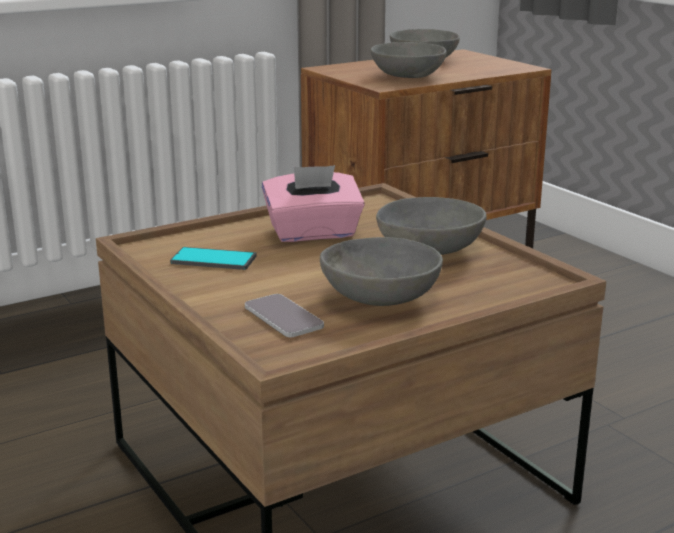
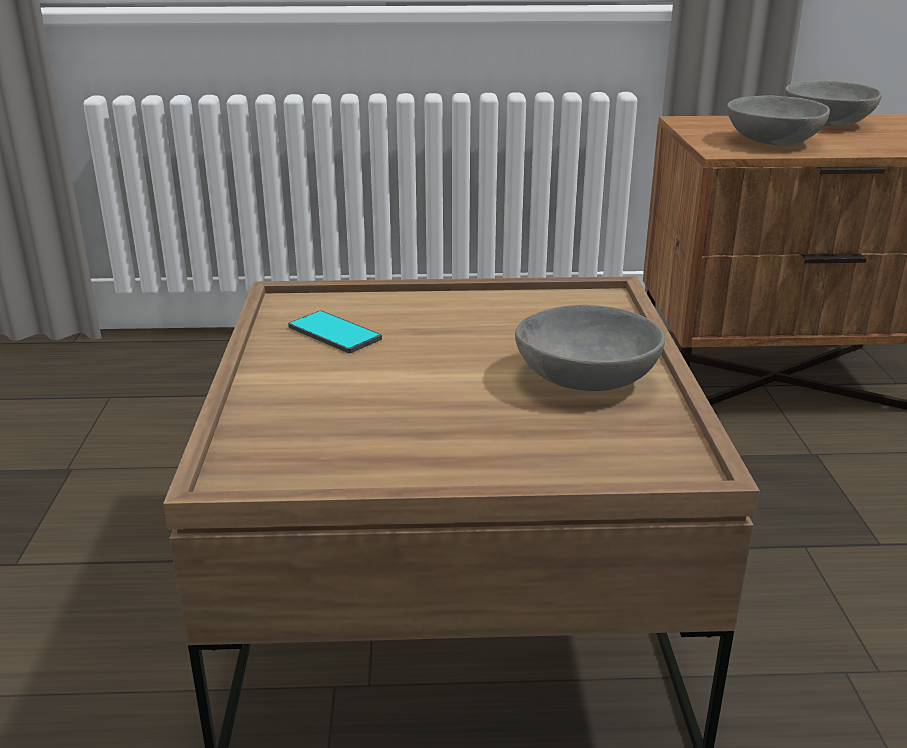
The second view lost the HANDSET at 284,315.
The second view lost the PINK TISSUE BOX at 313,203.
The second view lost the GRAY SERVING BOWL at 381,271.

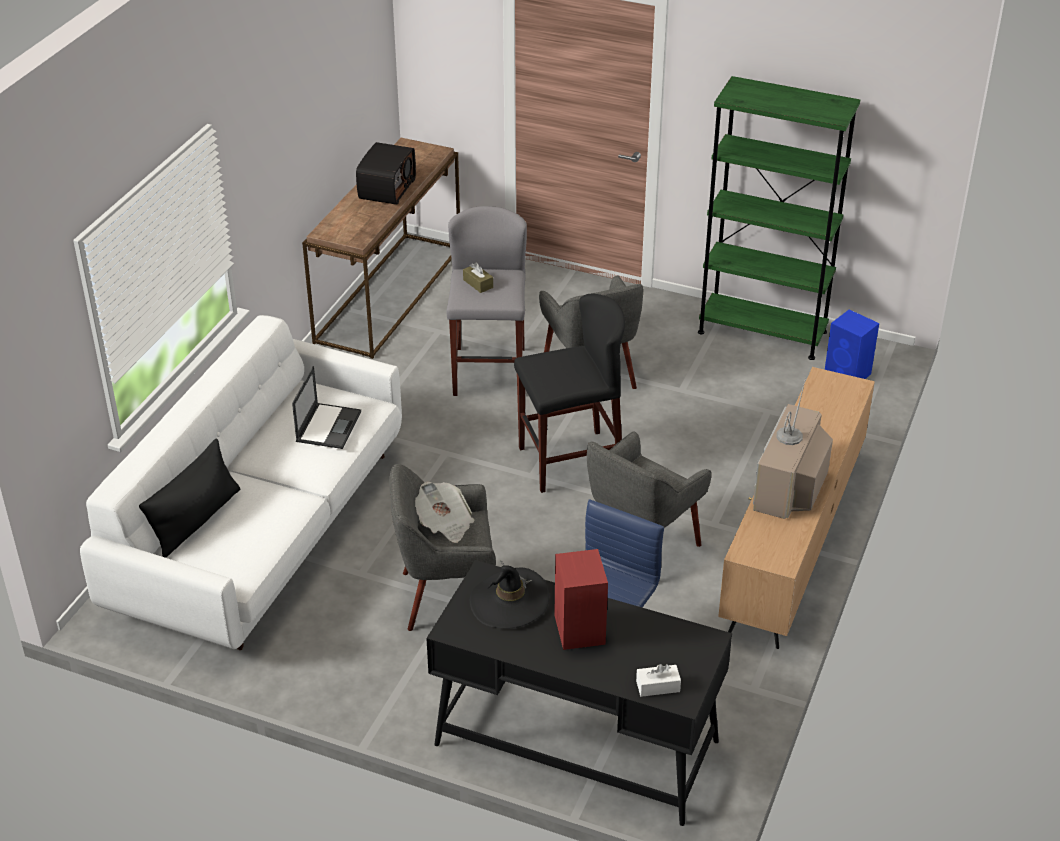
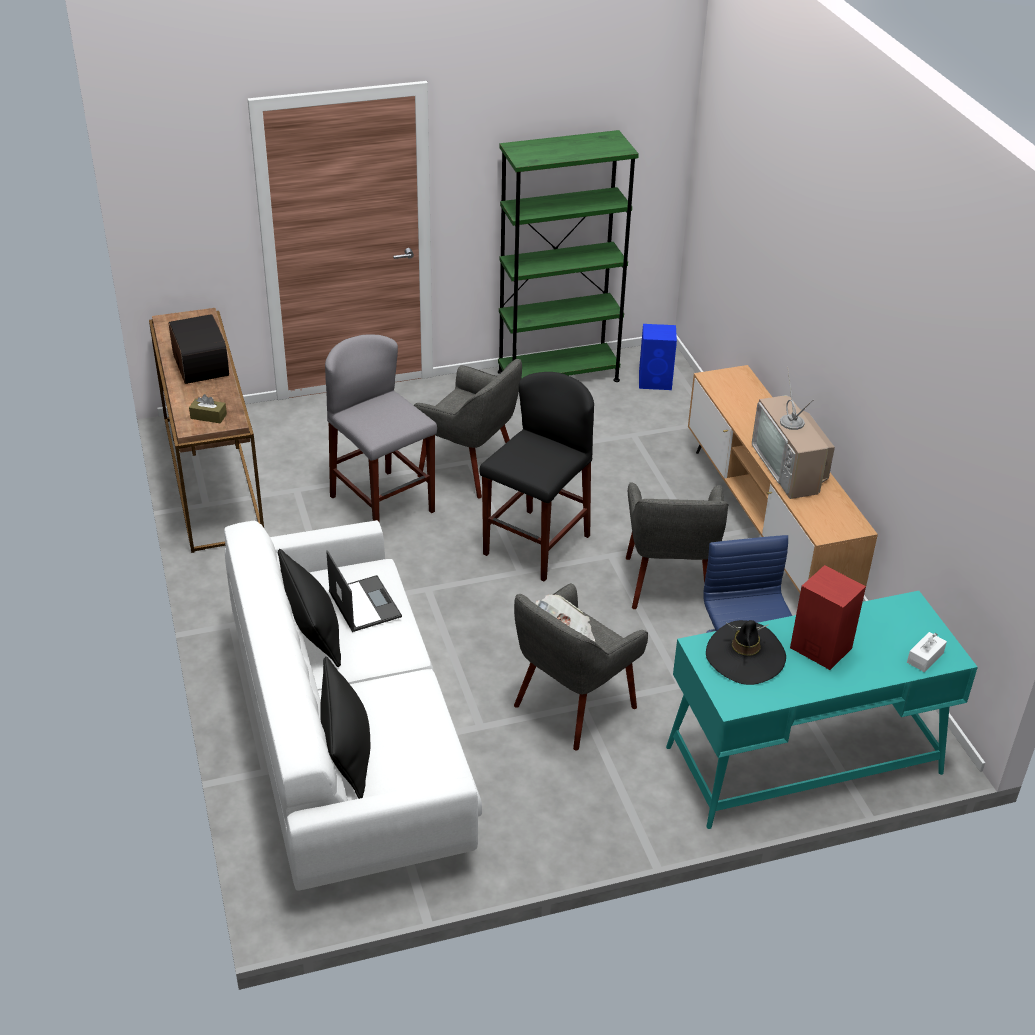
What was the BLACKISH DESK at 579,693 turned into the TURQUOISE-COLOURED DESK at 822,710.
The BROWN TISSUE BOX ended up elsewhere, having gone from 478,278 to 208,408.
The second view gained the BLACKISH THROW PILLOW at 309,608.

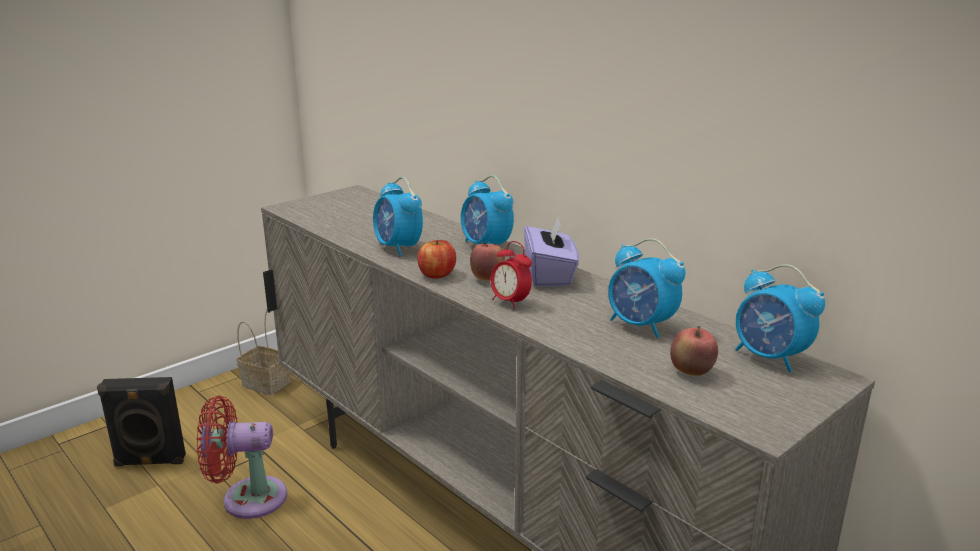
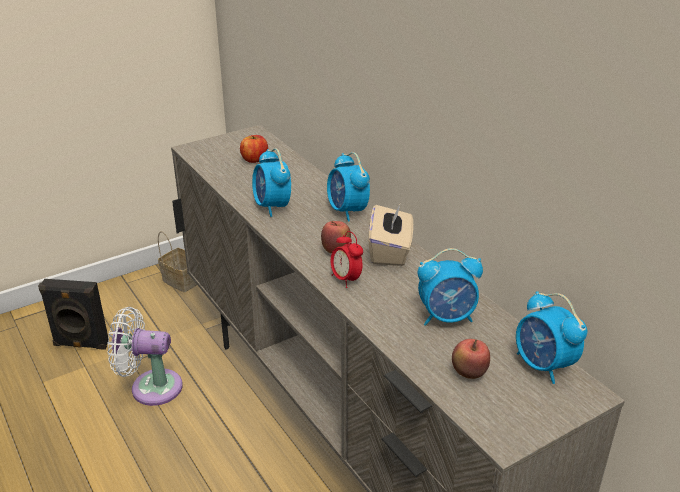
What was the RED-COLOURED COOLING FAN at 242,457 turned into the WHITE COOLING FAN at 145,356.
The APPLE ended up elsewhere, having gone from 437,259 to 254,149.
What was the PURPLISH TISSUE BOX at 551,251 turned into the BEIGE TISSUE BOX at 390,235.
The ALARM CLOCK at 647,288 ended up facing another way, 60 degrees counterclockwise from before.

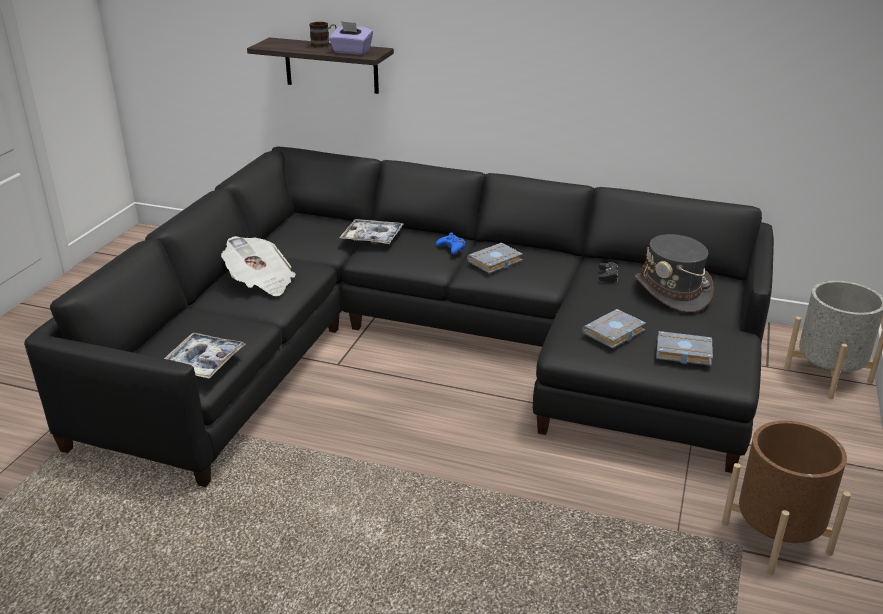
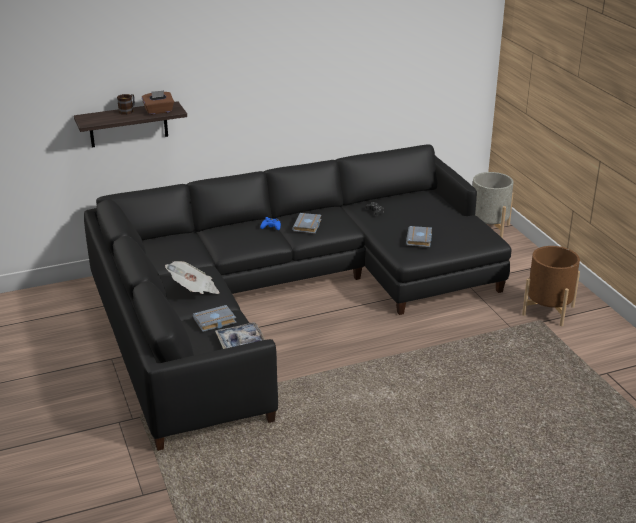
What was the PURPLISH TISSUE BOX at 351,38 turned into the BROWN TISSUE BOX at 158,102.
The second view lost the CARRYING TRAY at 371,231.
The second view lost the GRAY WEARABLE HAT at 674,273.
The GRAY BOUND BOOK ended up elsewhere, having gone from 684,348 to 214,318.

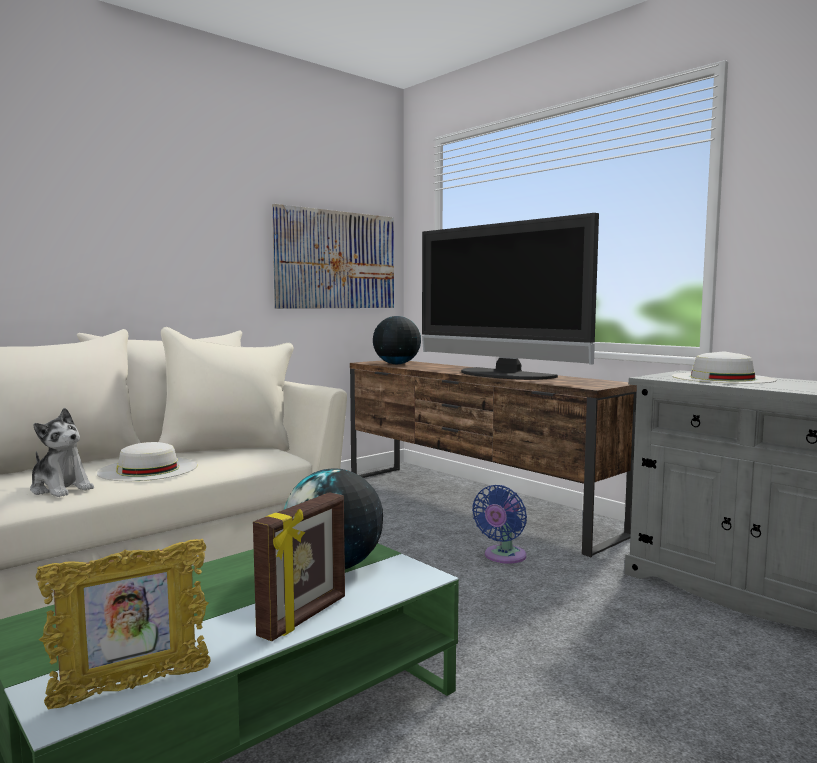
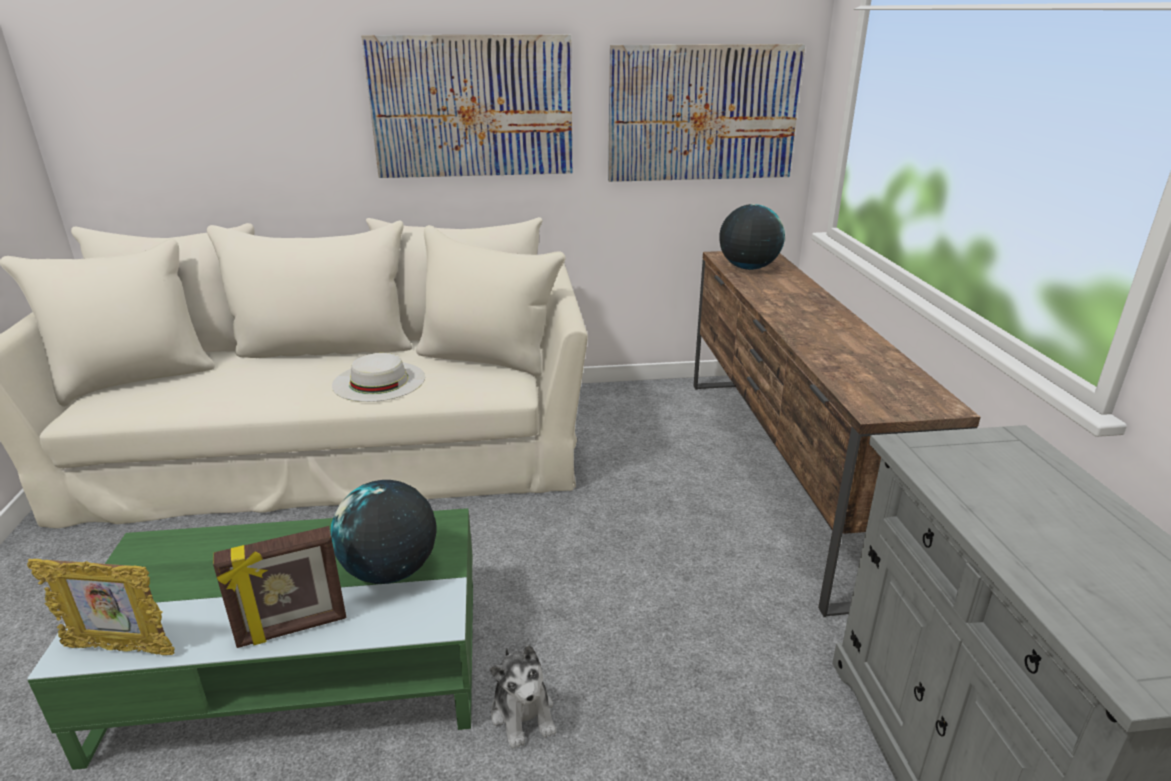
The CUDDLY TOY ended up elsewhere, having gone from 62,452 to 523,697.
The second view lost the TV at 510,296.
The second view lost the BLUE COOLING FAN at 499,524.
The second view lost the WHITE WEARABLE HAT at 724,367.
The second view gained the WALL ART at 466,106.

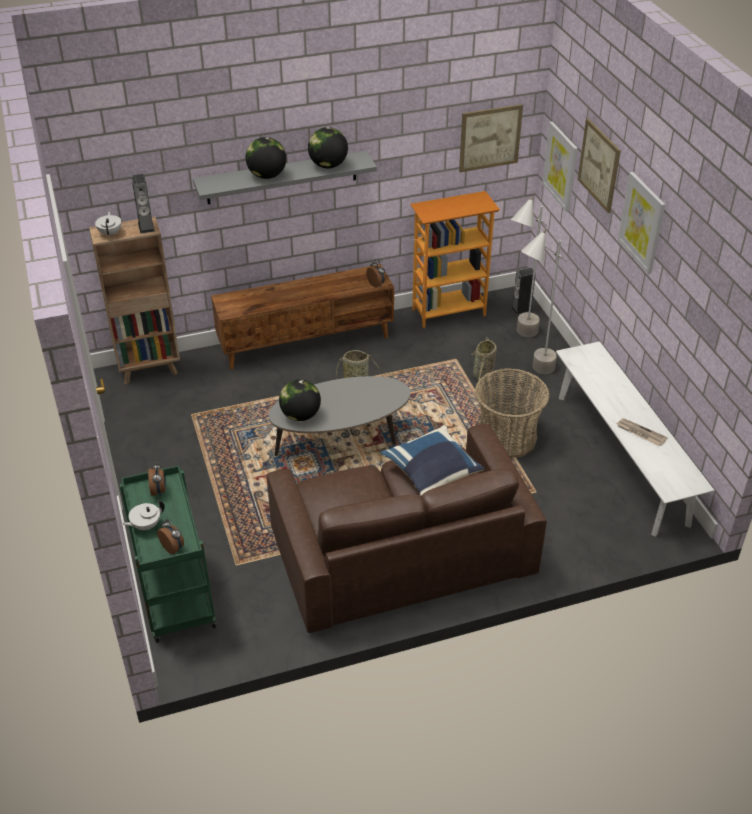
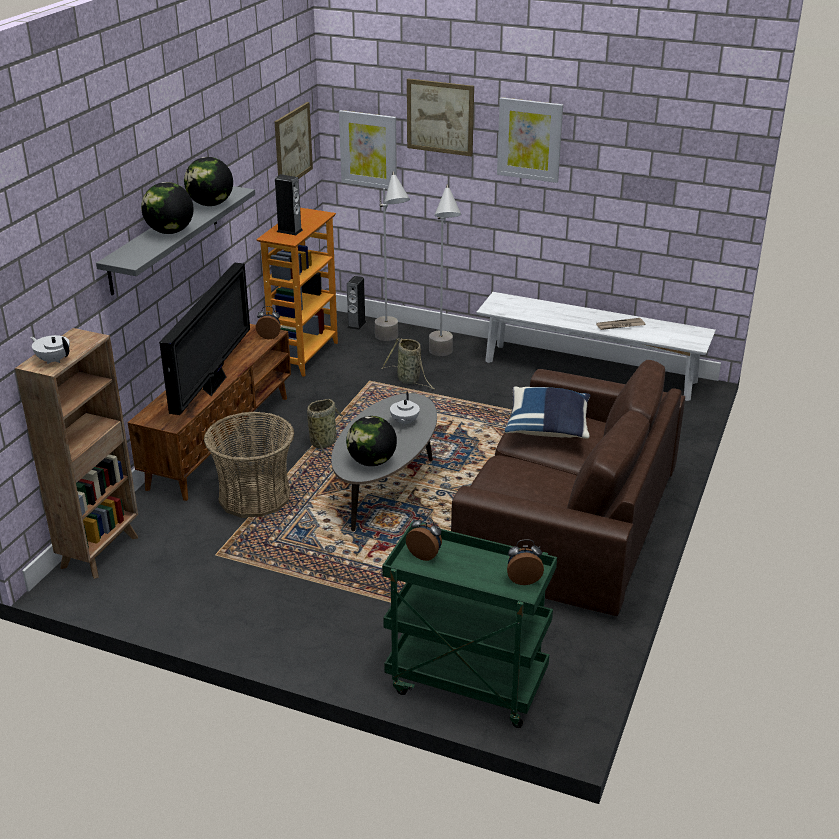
The WHITE TEA POT ended up elsewhere, having gone from 143,515 to 405,409.
The LOUDSPEAKER ended up elsewhere, having gone from 143,204 to 289,204.
The BASKET ended up elsewhere, having gone from 512,413 to 249,464.
The second view gained the TV at 204,339.

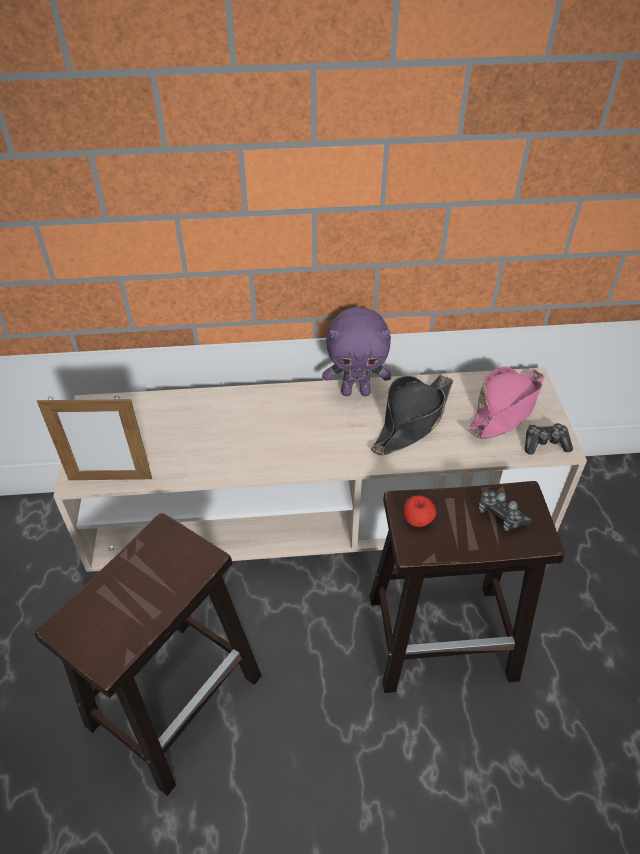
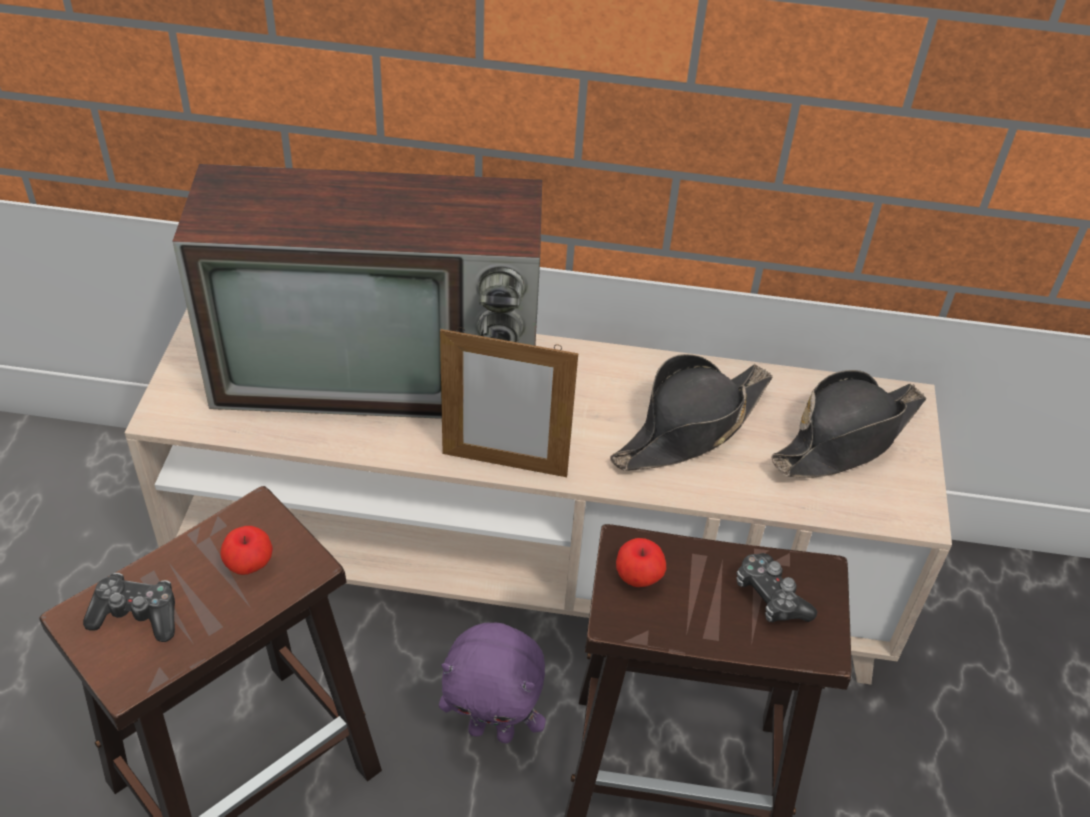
The PICTURE FRAME ended up elsewhere, having gone from 94,438 to 509,402.
The PURPLISH CUDDLY TOY ended up elsewhere, having gone from 356,351 to 492,683.
What was the PINK WEARABLE HAT at 506,403 turned into the BLACKISH WEARABLE HAT at 848,424.
The JOYPAD ended up elsewhere, having gone from 549,438 to 129,607.
The second view gained the TV at 357,291.
The second view gained the APPLE at 246,550.

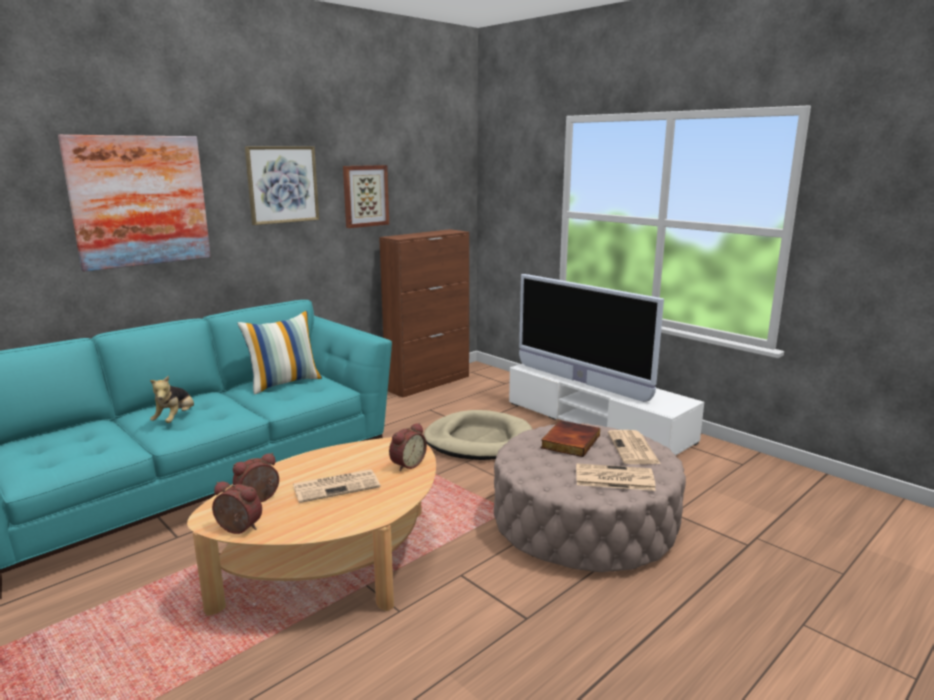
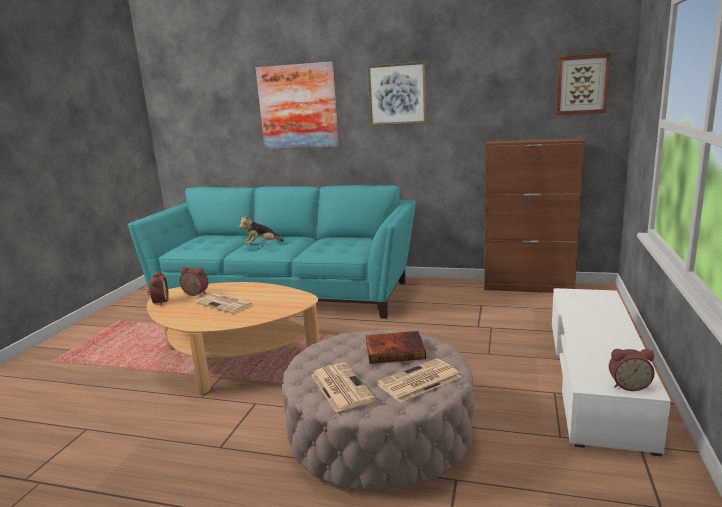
The second view lost the THROW PILLOW at 279,353.
The WALL ART ended up elsewhere, having gone from 366,196 to 583,84.
The ALARM CLOCK ended up elsewhere, having gone from 408,447 to 632,370.
The second view lost the BEIGE PET BED at 478,435.
The second view lost the TV at 591,338.

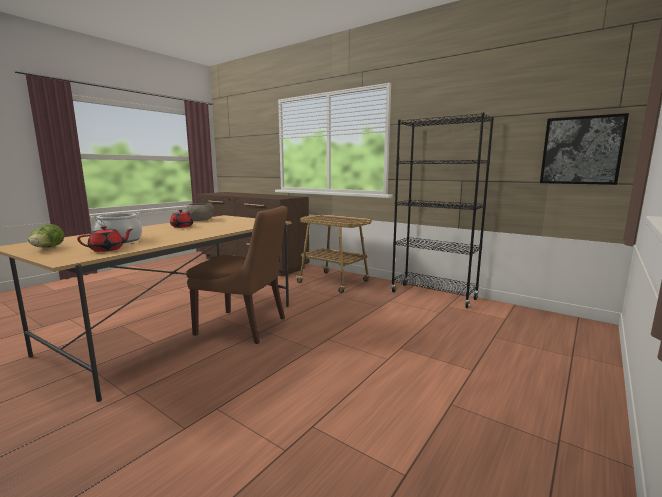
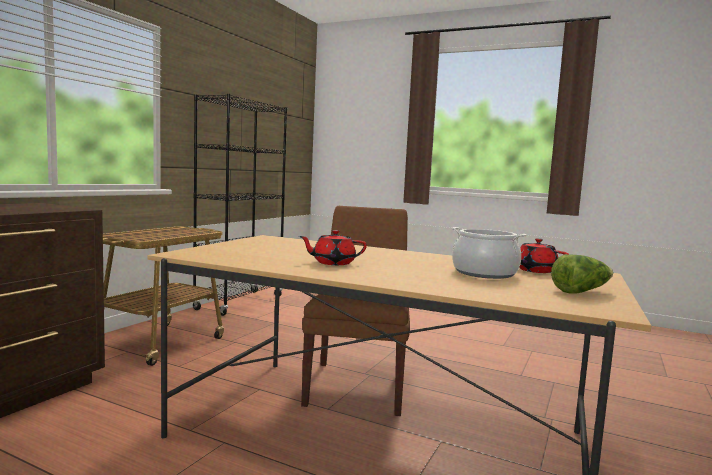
The second view lost the GRAY SERVING BOWL at 199,212.
The second view lost the WALL ART at 584,149.

